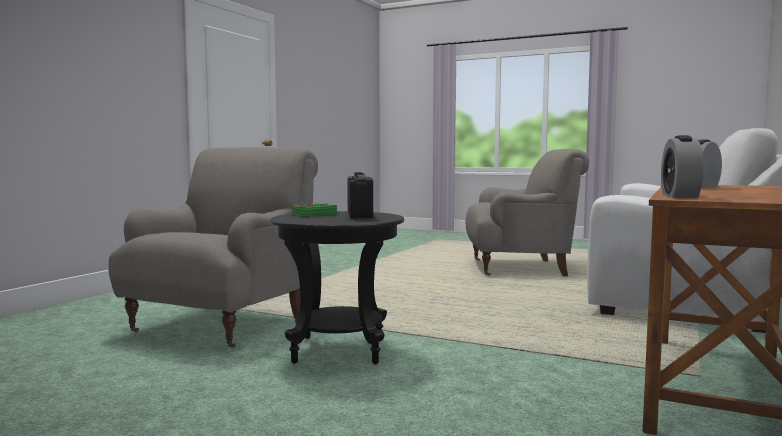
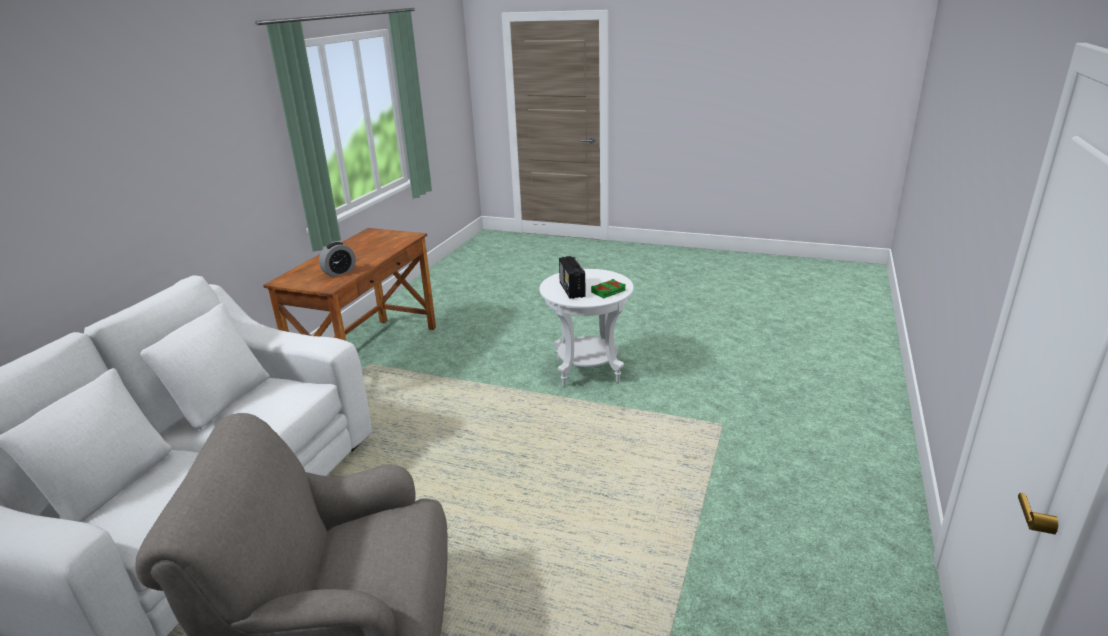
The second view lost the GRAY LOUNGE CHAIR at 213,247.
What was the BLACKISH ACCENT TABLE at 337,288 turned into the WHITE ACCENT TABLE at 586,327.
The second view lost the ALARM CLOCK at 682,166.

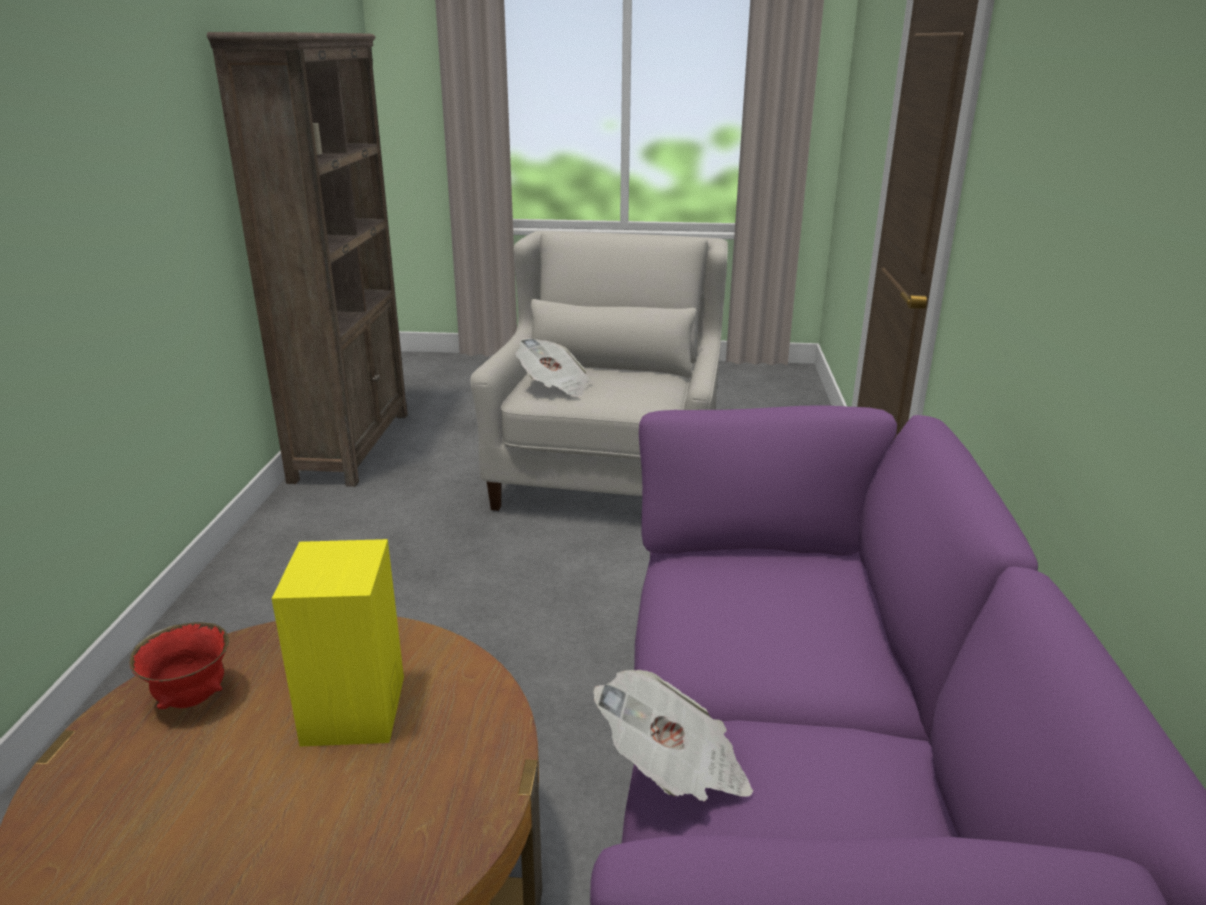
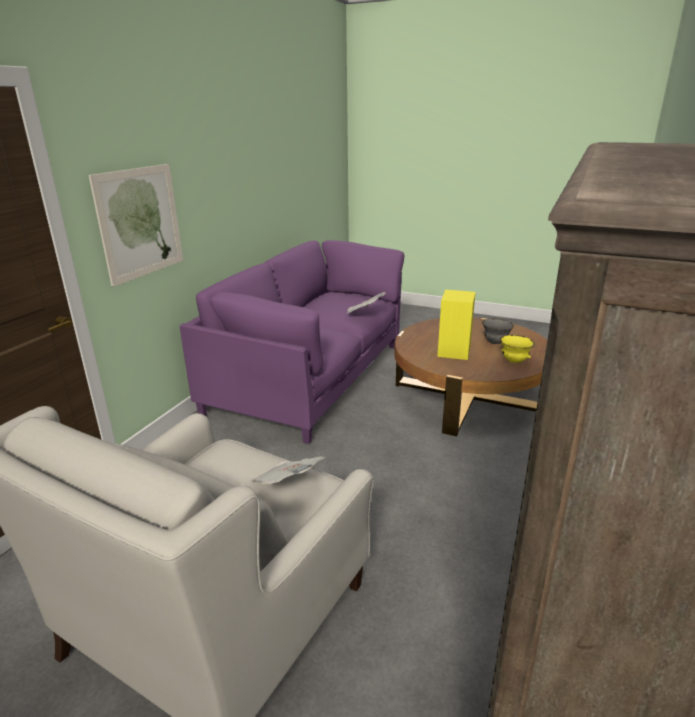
What was the RED-COLOURED SERVING BOWL at 179,665 turned into the YELLOWISH SERVING BOWL at 517,349.
The second view gained the WALL ART at 136,225.
The second view gained the GRAY SERVING BOWL at 498,331.

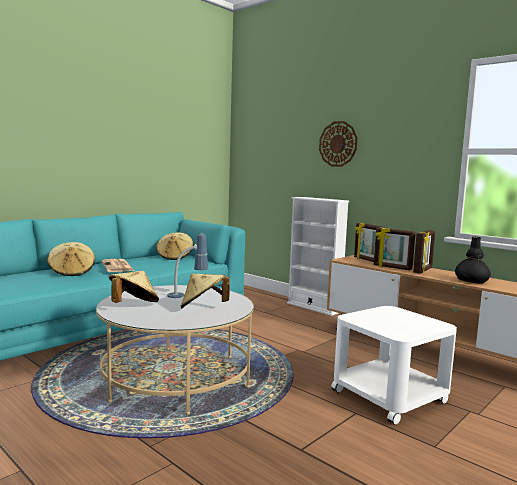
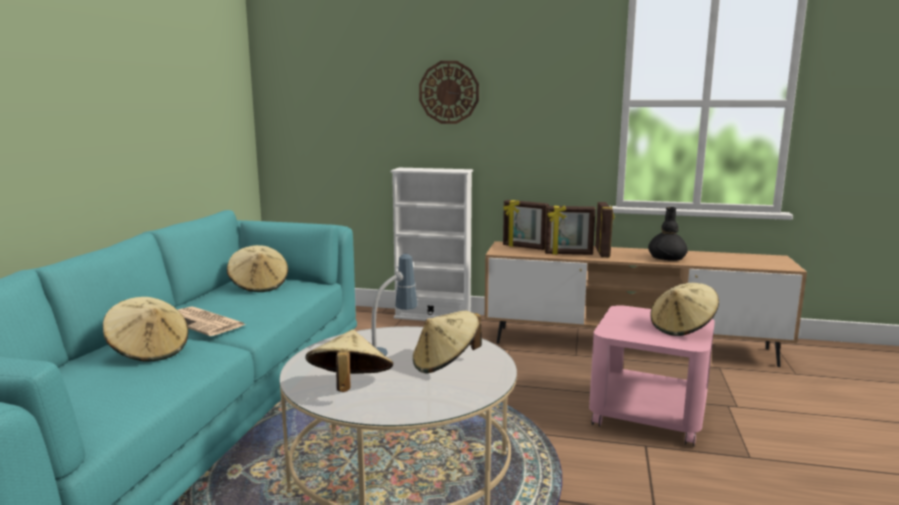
What was the WHITE ACCENT TABLE at 394,365 turned into the PINK ACCENT TABLE at 652,375.
The second view gained the BEIGE WEARABLE HAT at 684,309.

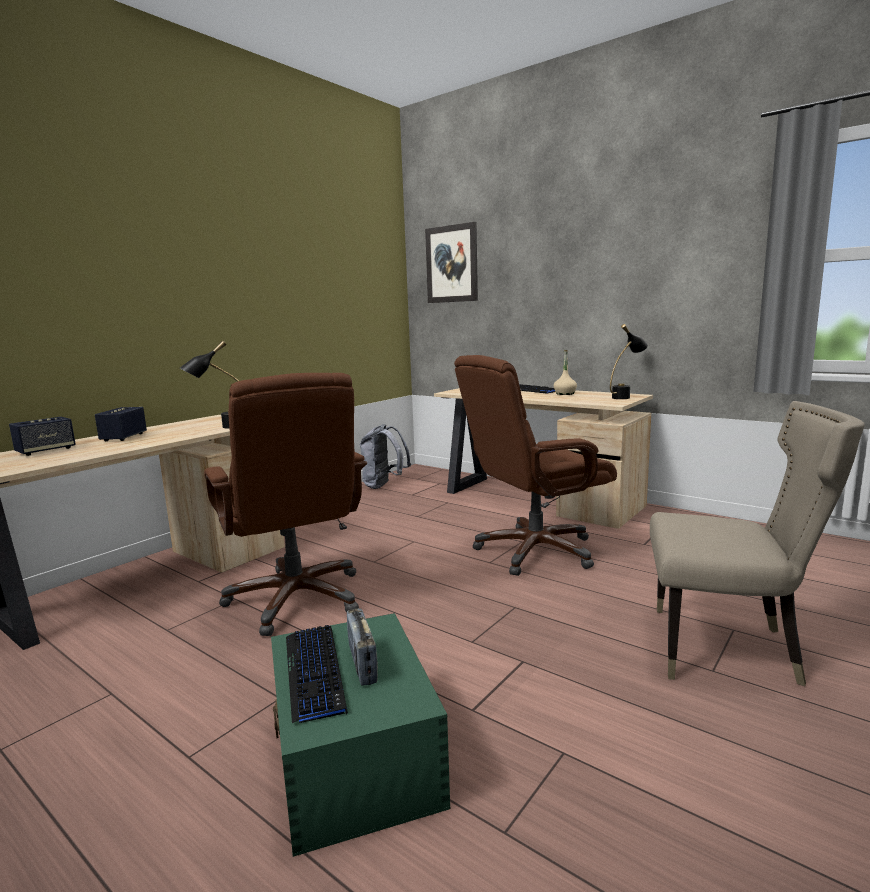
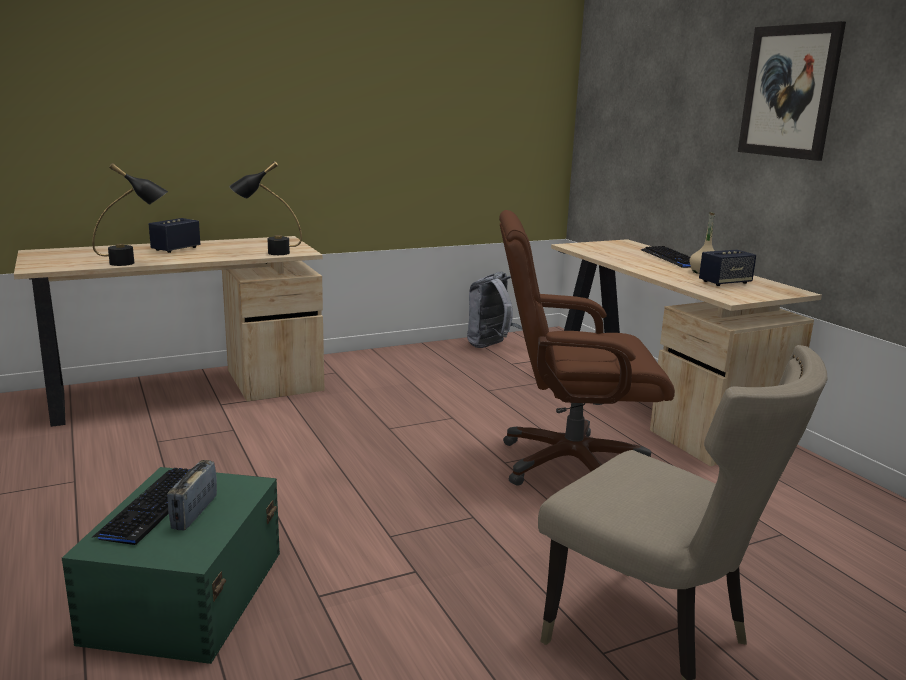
The LOUDSPEAKER ended up elsewhere, having gone from 42,436 to 727,268.
The second view lost the BROWN OFFICE CHAIR at 285,504.
The WALL ART ended up elsewhere, having gone from 451,262 to 792,91.
The BLACKISH TABLE LAMP ended up elsewhere, having gone from 629,361 to 130,214.

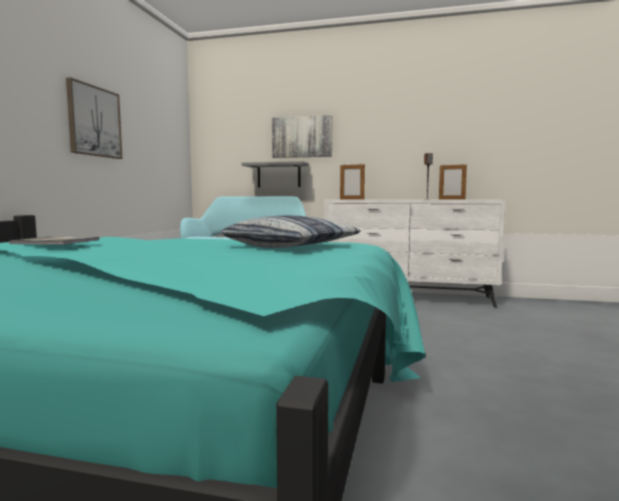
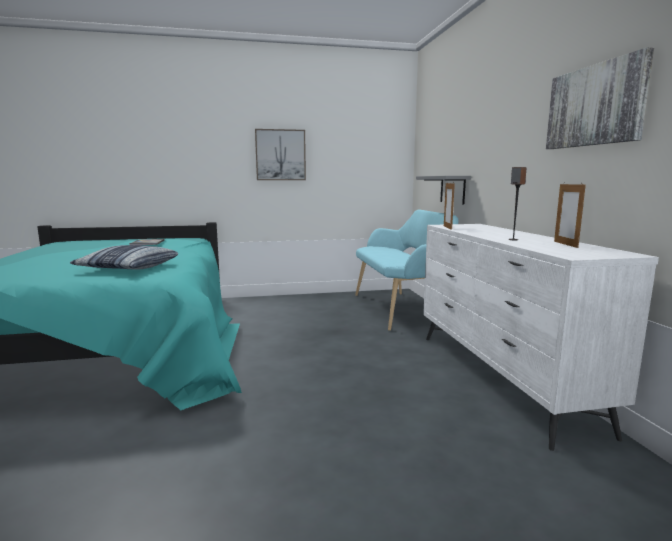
The WALL ART ended up elsewhere, having gone from 302,136 to 600,98.

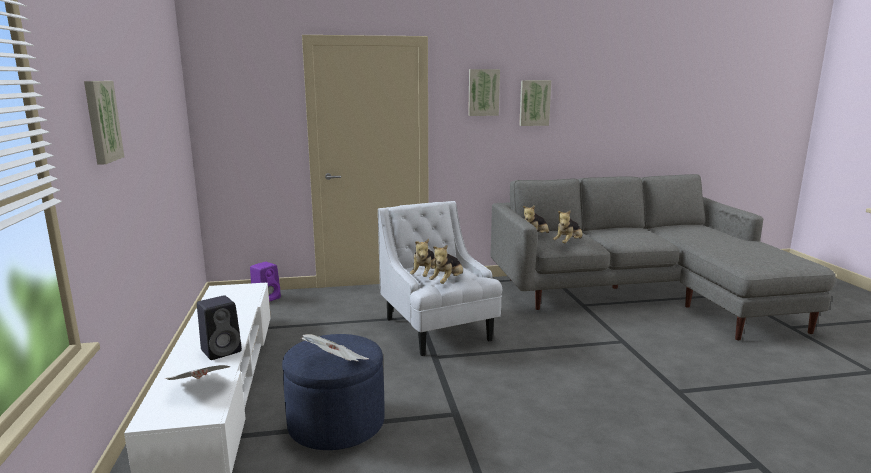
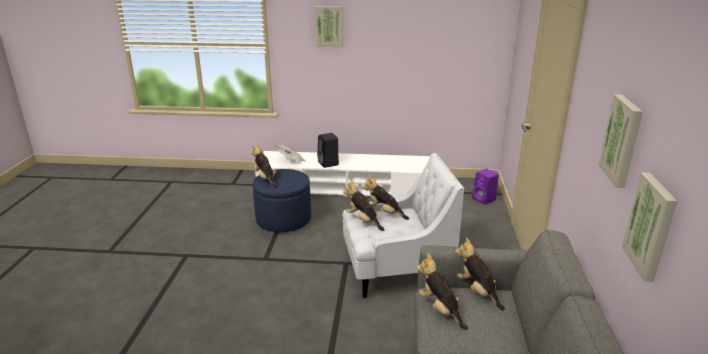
Where the PRINTED PAPER stood at 335,347, the CUDDLY TOY came to stand at 264,165.
The WALL ART ended up elsewhere, having gone from 484,92 to 649,227.

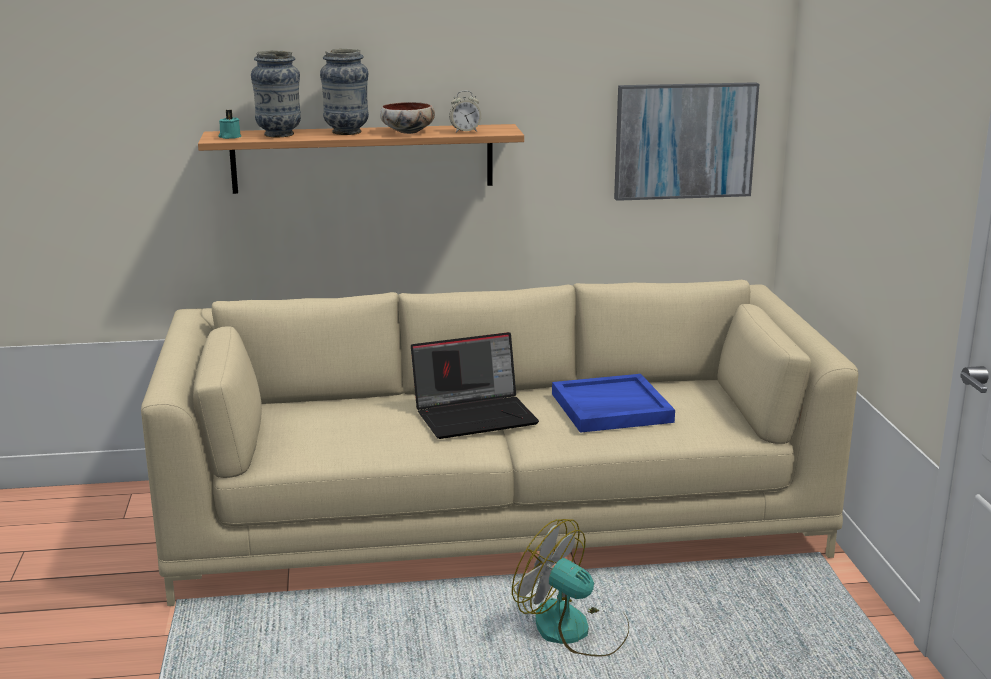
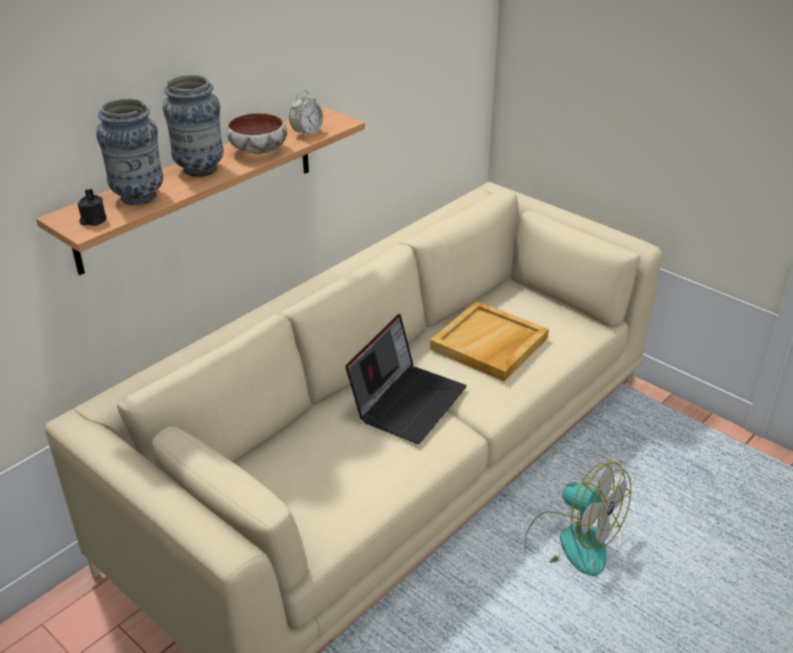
What was the TURQUOISE-COLOURED CANDLE at 229,124 turned into the BLACKISH CANDLE at 92,207.
The COOLING FAN at 570,588 ended up facing another way, 135 degrees counterclockwise from before.
What was the BLUE CARRYING TRAY at 613,403 turned into the BEIGE CARRYING TRAY at 489,341.
The second view lost the WALL ART at 686,141.

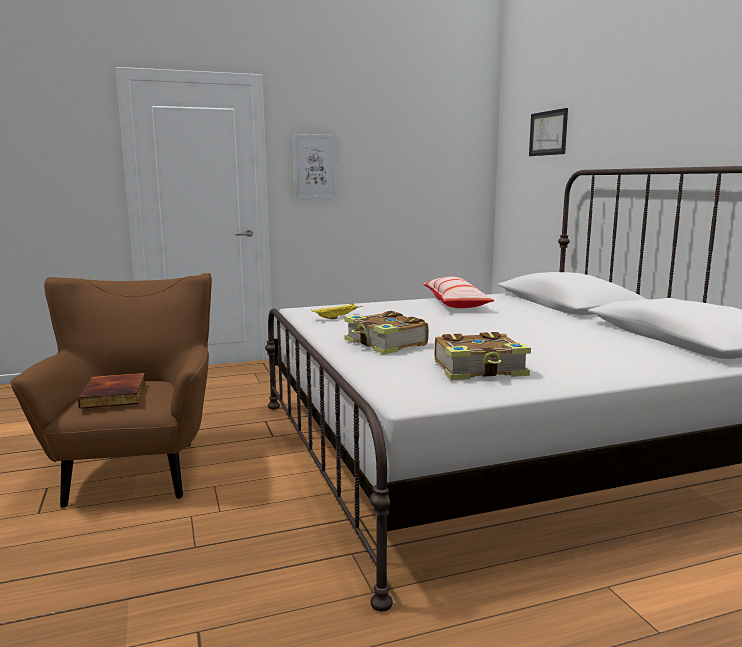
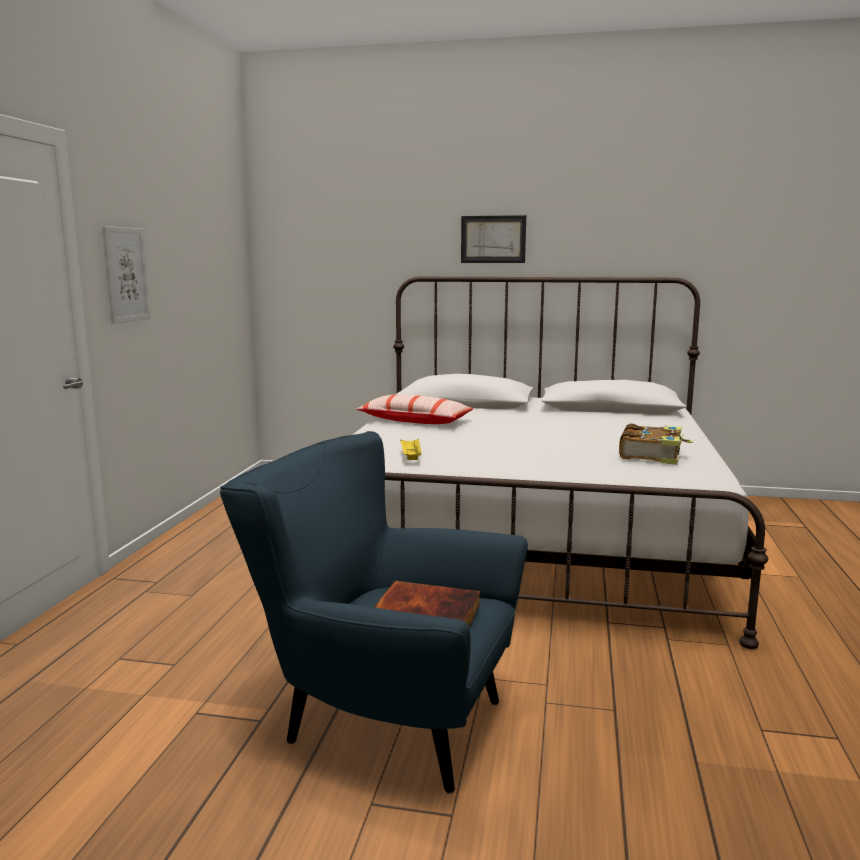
What was the BROWN LOUNGE CHAIR at 111,390 turned into the BLUE LOUNGE CHAIR at 374,612.
The second view lost the BOUND BOOK at 386,332.
The WALL ART ended up elsewhere, having gone from 548,132 to 493,239.

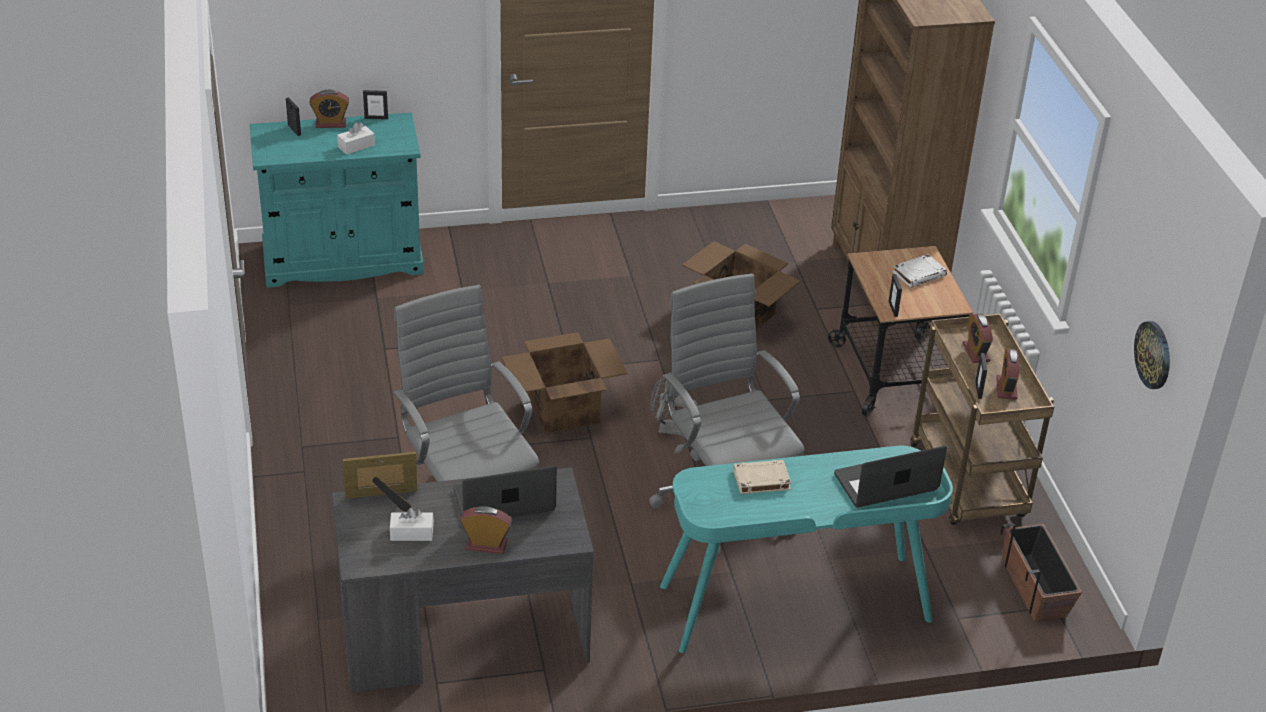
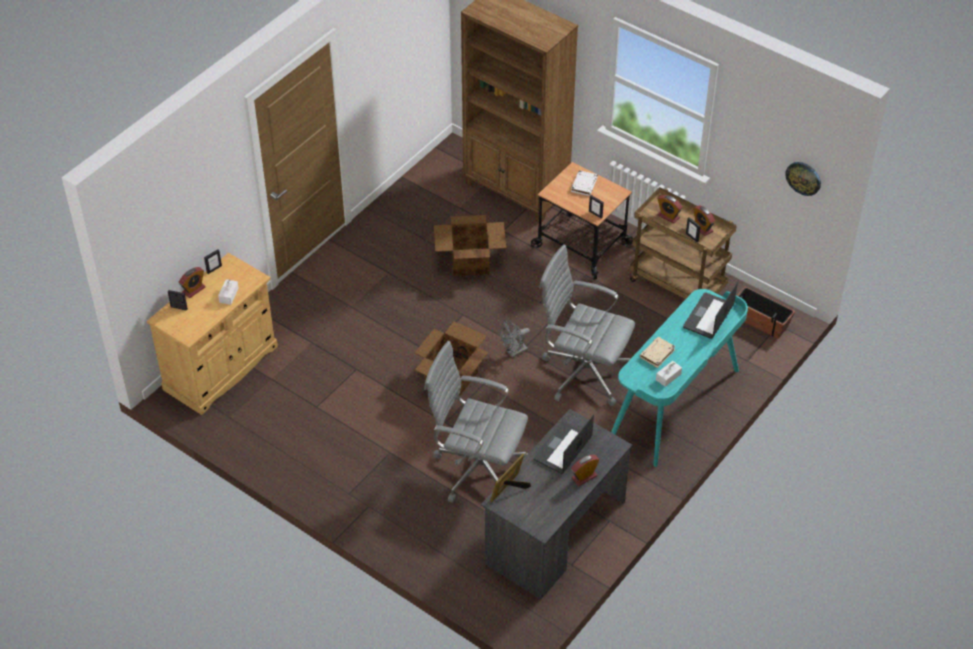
What was the TURQUOISE-COLOURED STORAGE CABINET at 337,200 turned into the BEIGE STORAGE CABINET at 212,334.
The WHITE TISSUE BOX ended up elsewhere, having gone from 412,524 to 669,374.

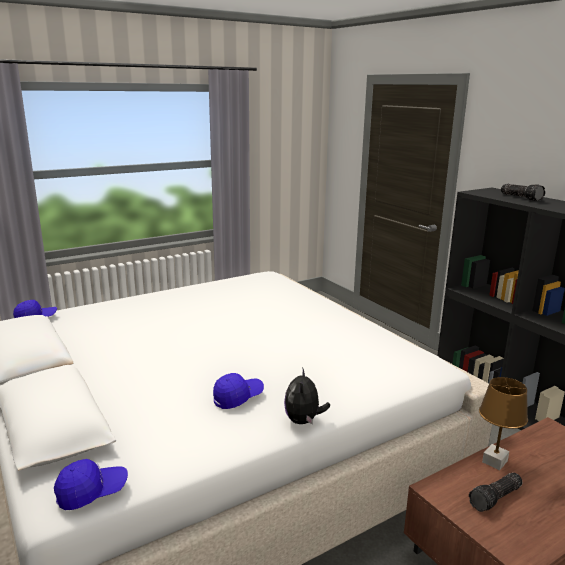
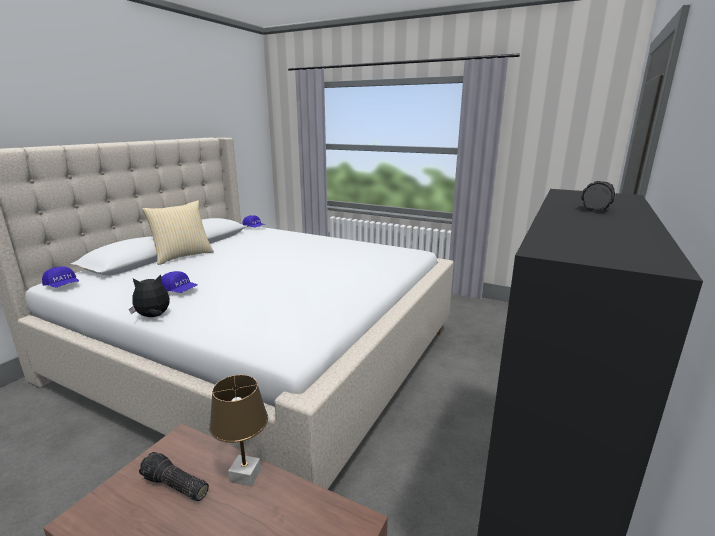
The second view gained the THROW PILLOW at 178,232.

